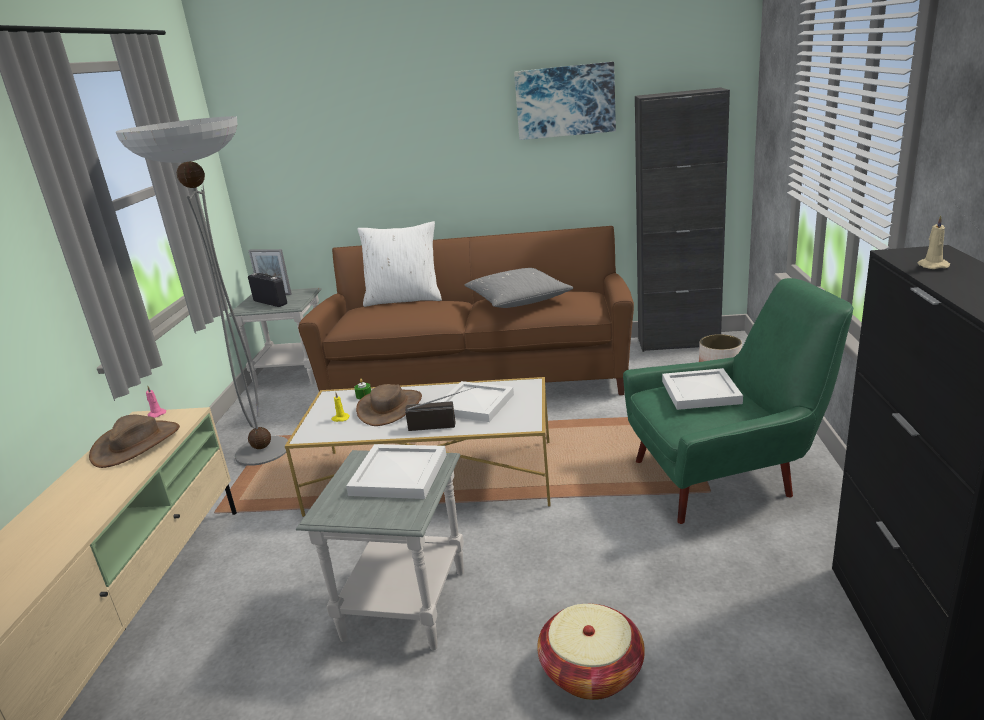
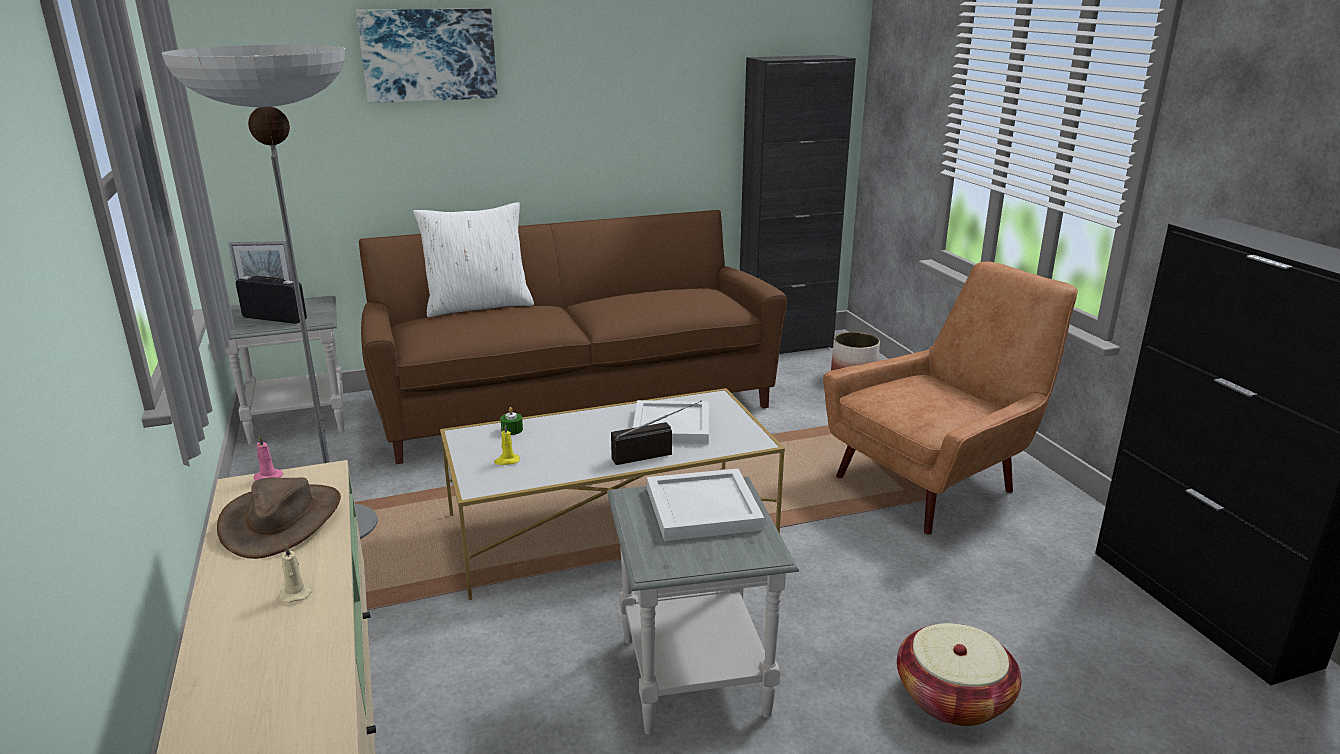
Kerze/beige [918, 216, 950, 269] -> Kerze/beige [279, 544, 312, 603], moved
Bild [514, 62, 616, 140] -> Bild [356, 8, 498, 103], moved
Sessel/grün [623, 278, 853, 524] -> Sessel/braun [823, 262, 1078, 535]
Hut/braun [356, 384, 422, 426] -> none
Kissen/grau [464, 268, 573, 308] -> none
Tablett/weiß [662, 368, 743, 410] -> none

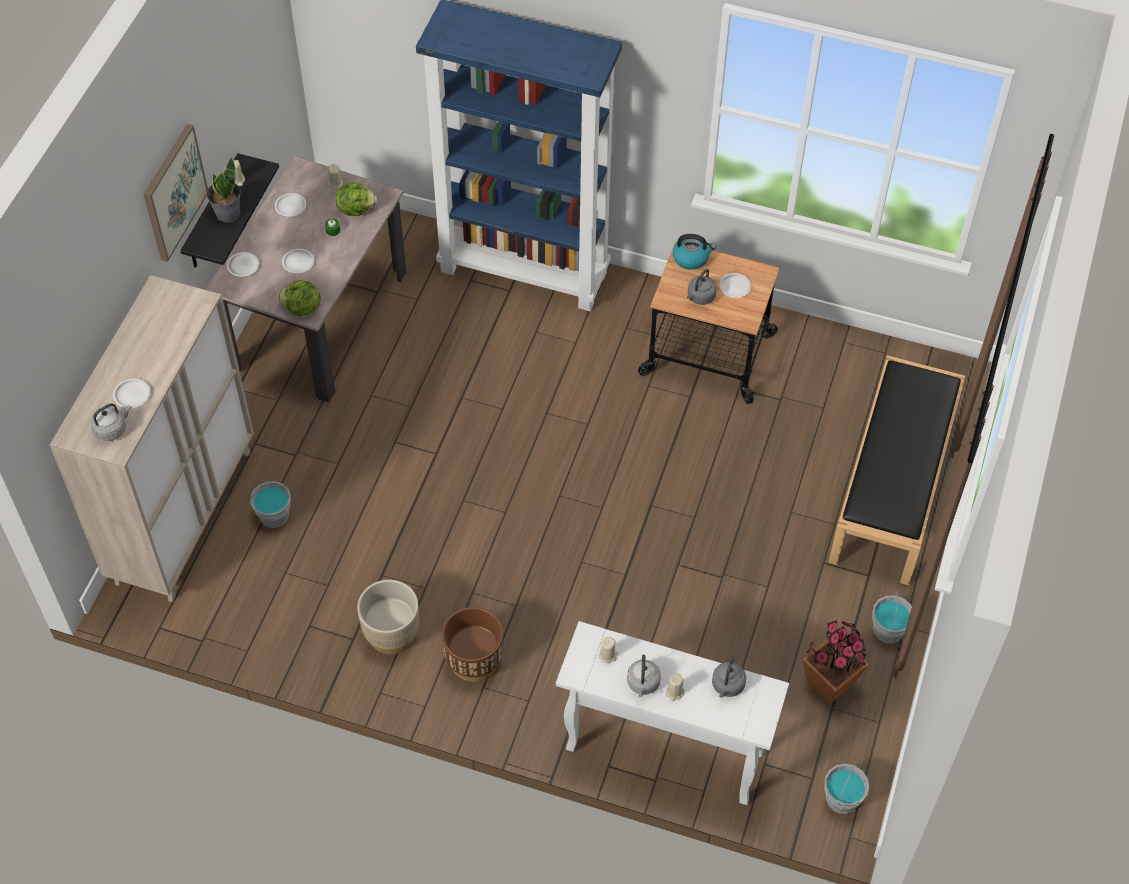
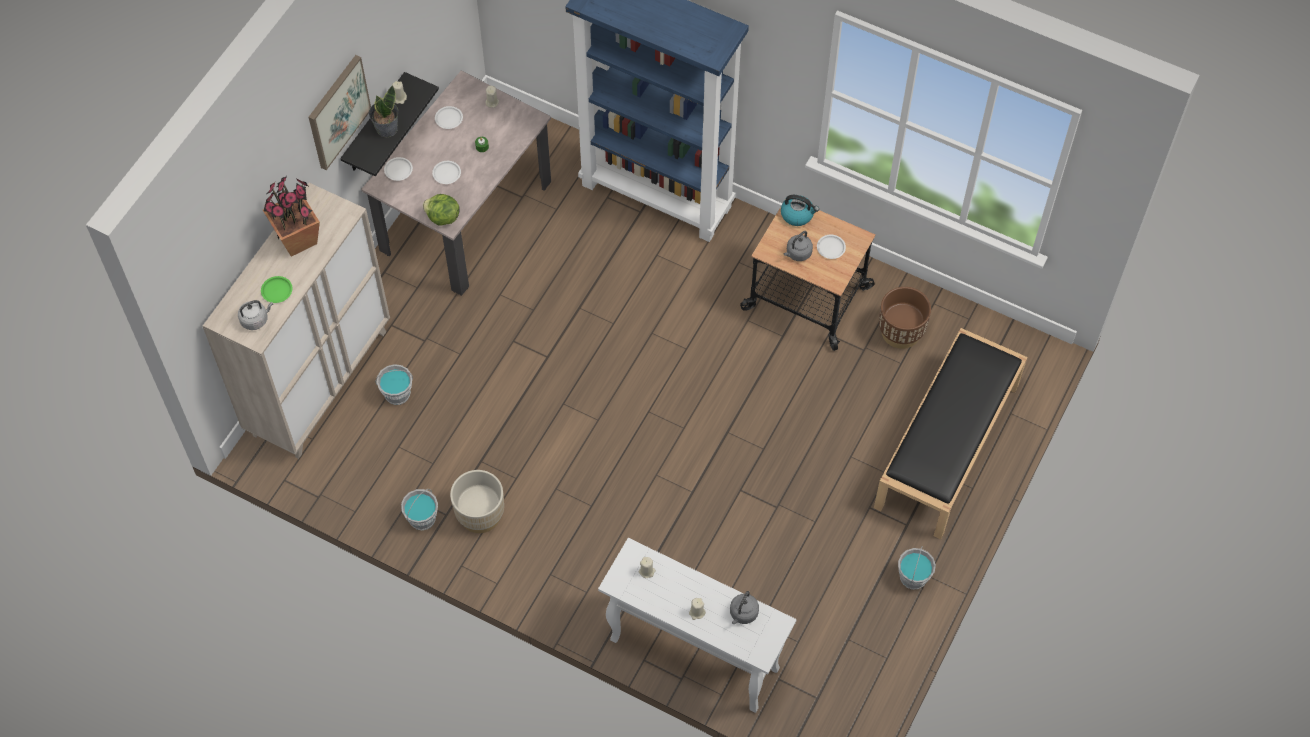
Teller/weiß [113, 378, 150, 408] -> Teller/grün [261, 276, 292, 303]
Topfpflanze [802, 620, 869, 704] -> Topfpflanze [263, 176, 320, 257], moved
Eimer/grau [825, 762, 869, 814] -> Eimer/grau [401, 488, 438, 530], moved
Pflanzkübel/braun [442, 607, 503, 682] -> Pflanzkübel/braun [879, 287, 931, 349], moved
Salatkopf [336, 182, 377, 216] -> none
Wasserkessel/grau [627, 655, 661, 697] -> none

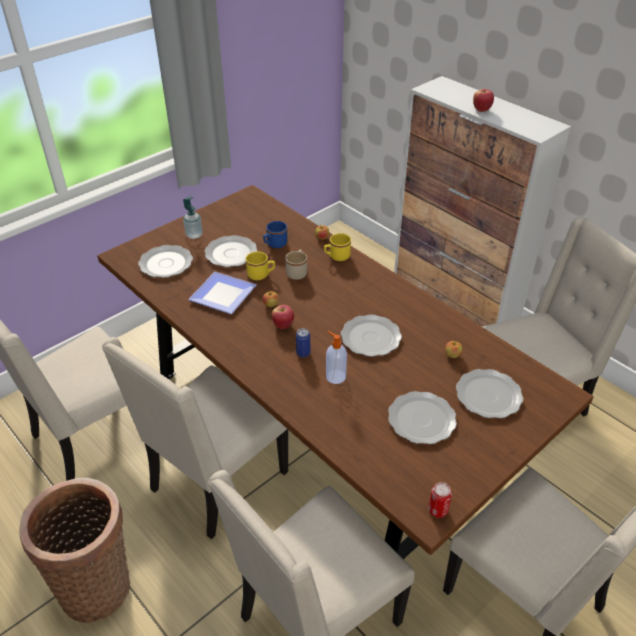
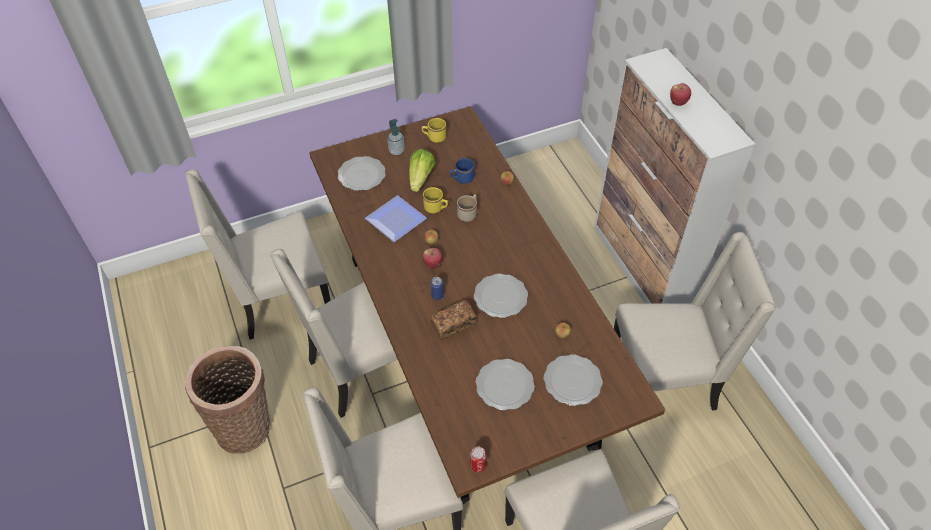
Teller [204, 235, 258, 267] -> Salatkopf [409, 149, 436, 192]
Henkelbecher/gelb [324, 233, 351, 261] -> Henkelbecher/gelb [422, 118, 446, 143], moved
Seifenspender [326, 331, 347, 384] -> Brot [431, 300, 476, 340]

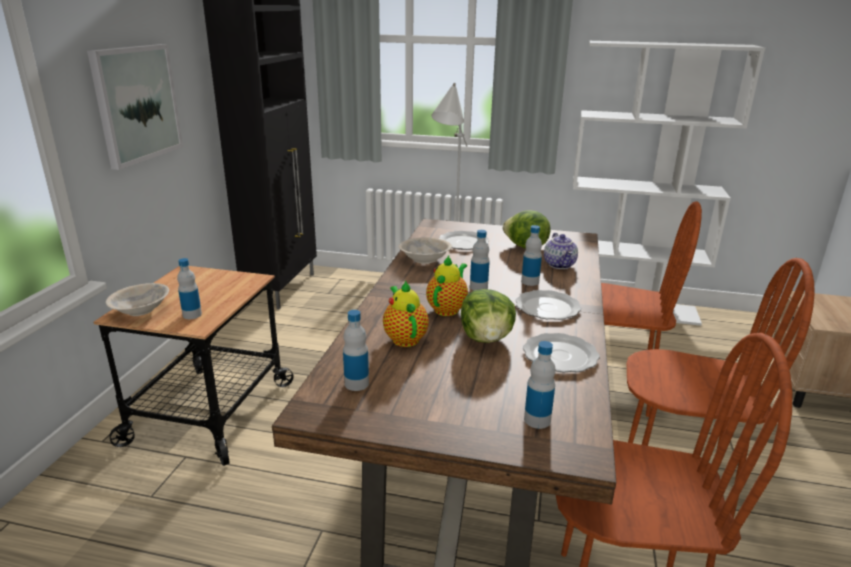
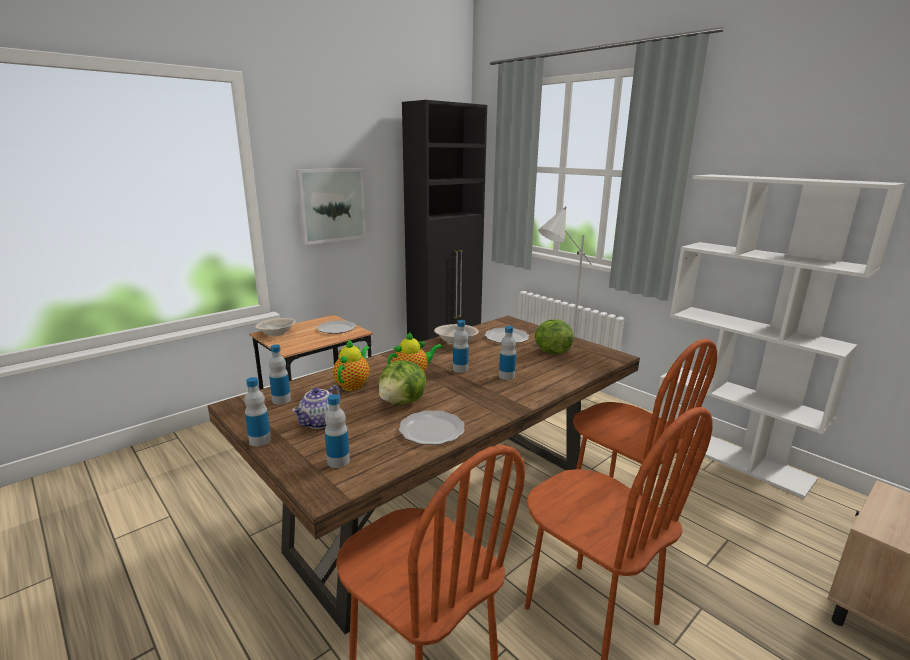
Flasche [177, 258, 202, 319] -> Flasche [244, 377, 271, 447], moved
Teekanne [544, 233, 578, 269] -> Teekanne [292, 385, 341, 429], moved
Teller [515, 290, 581, 320] -> Teller [317, 320, 356, 334], moved

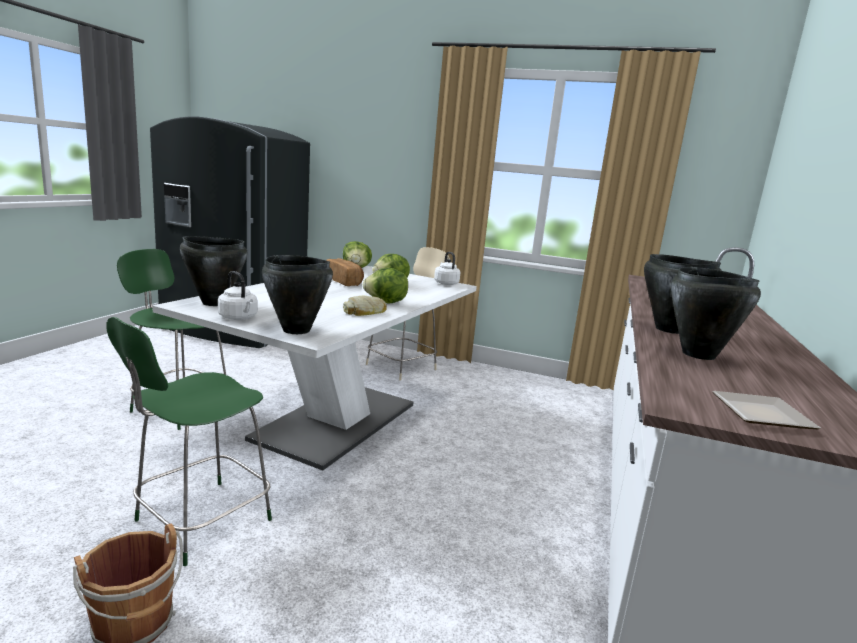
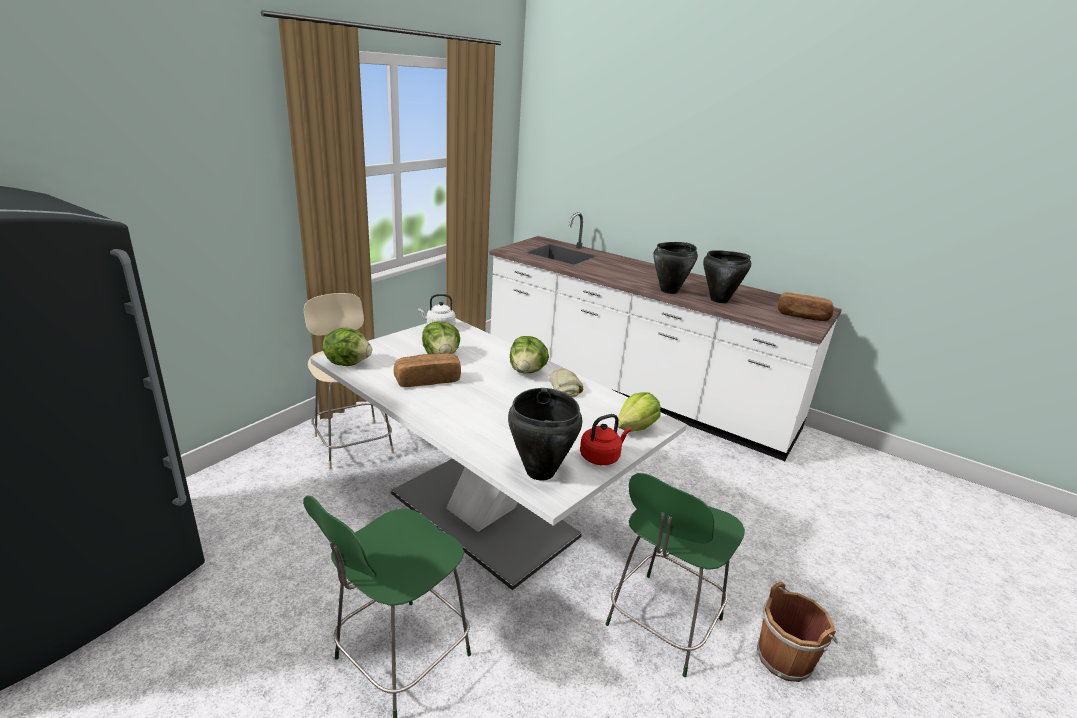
Wasserkessel/weiß [218, 271, 258, 320] -> Wasserkessel/rot [580, 414, 631, 465]
Stuhl/grün [106, 317, 272, 566] -> Stuhl/grün [605, 473, 745, 677], 75 degrees clockwise
Kochtopf/schwarz [262, 255, 333, 334] -> Salatkopf [618, 392, 661, 432]
Teller [712, 391, 820, 429] -> Brot [777, 292, 834, 321]

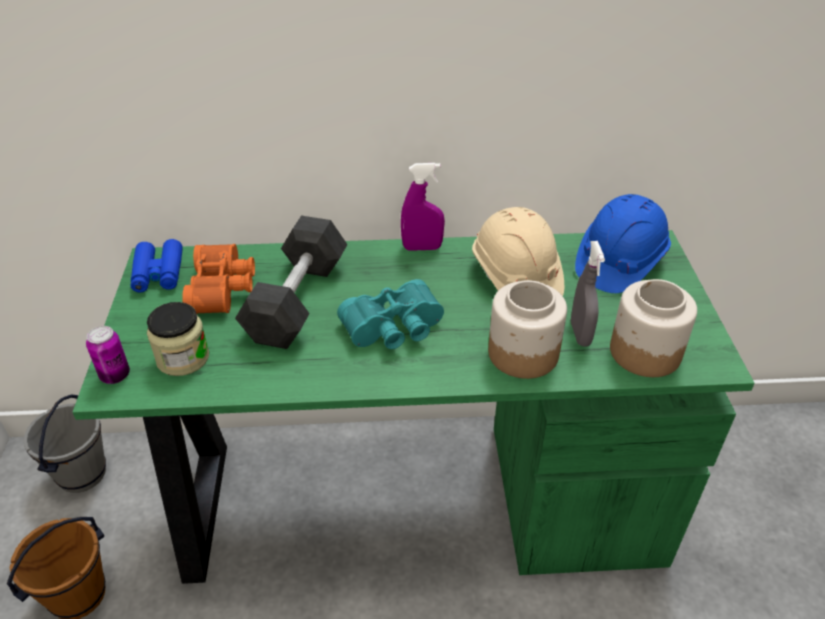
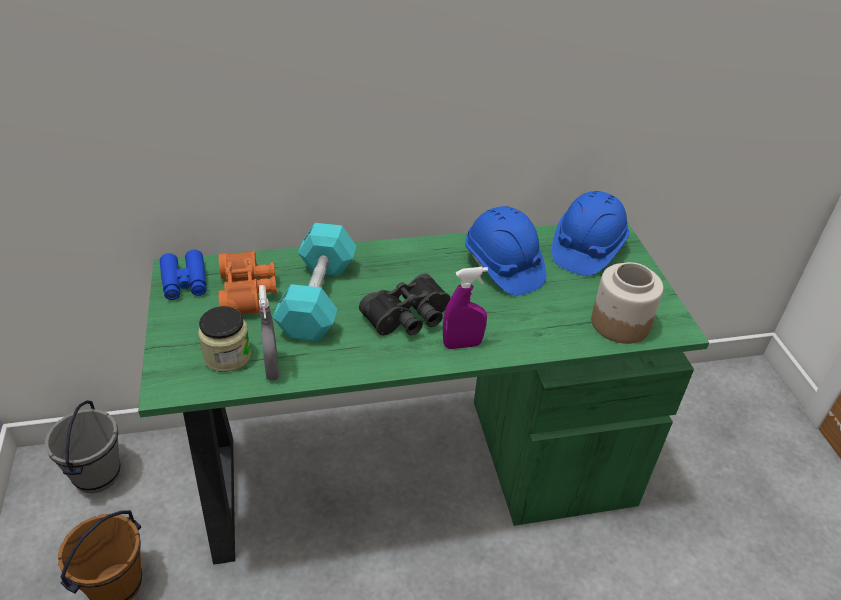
Sprühflasche/grau [571, 241, 605, 347] -> Sprühflasche/grau [259, 285, 279, 381], moved
Hantel/schwarz [235, 216, 347, 349] -> Hantel/türkis [272, 223, 356, 342]
Fernglas/türkis [337, 279, 444, 349] -> Fernglas/schwarz [359, 274, 451, 335]
Sprühflasche/lila [401, 163, 445, 251] -> Sprühflasche/lila [443, 267, 488, 349], moved
Schutzhelm/beige [472, 207, 564, 296] -> Schutzhelm/blau [465, 206, 547, 295]
Dose [86, 326, 130, 384] -> none
Vorratsglas [488, 280, 567, 379] -> none

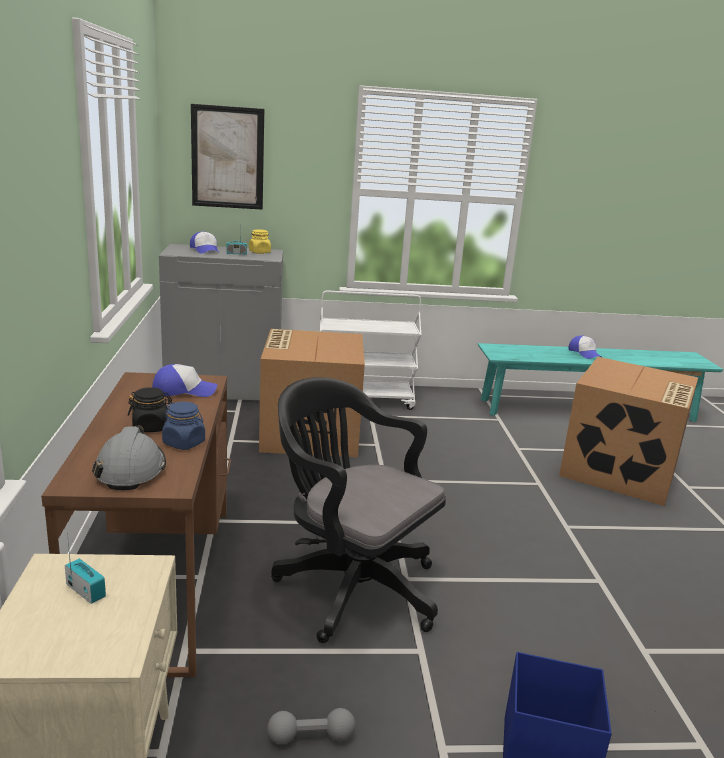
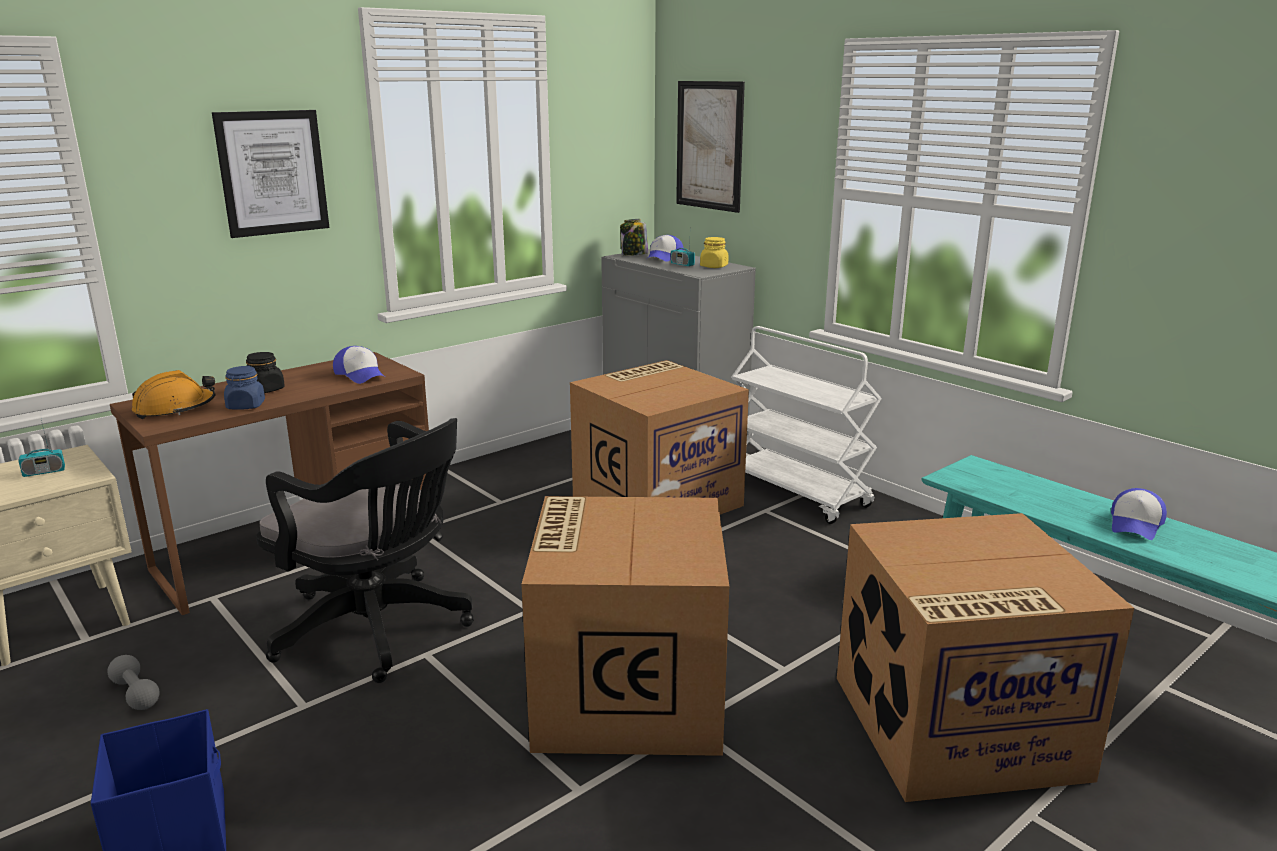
Radio [65, 533, 106, 604] -> Radio [18, 420, 65, 477], 60 degrees clockwise
Schutzhelm/grau [92, 425, 166, 490] -> Schutzhelm/orange [132, 370, 216, 419]
none -> Bild [212, 110, 329, 238]
Bürostuhl/schwarz [271, 377, 446, 643] -> Bürostuhl/schwarz [256, 418, 474, 683], 120 degrees clockwise
none -> Karton [521, 496, 729, 756]
none -> Vorratsglas [620, 219, 648, 256]

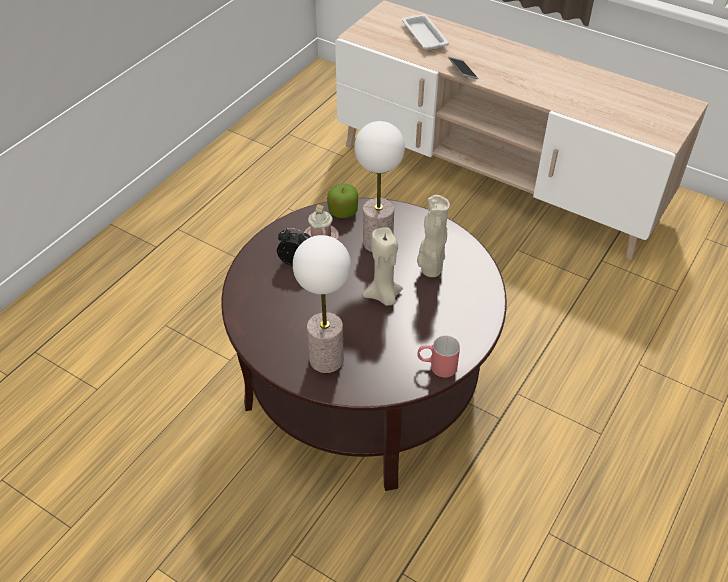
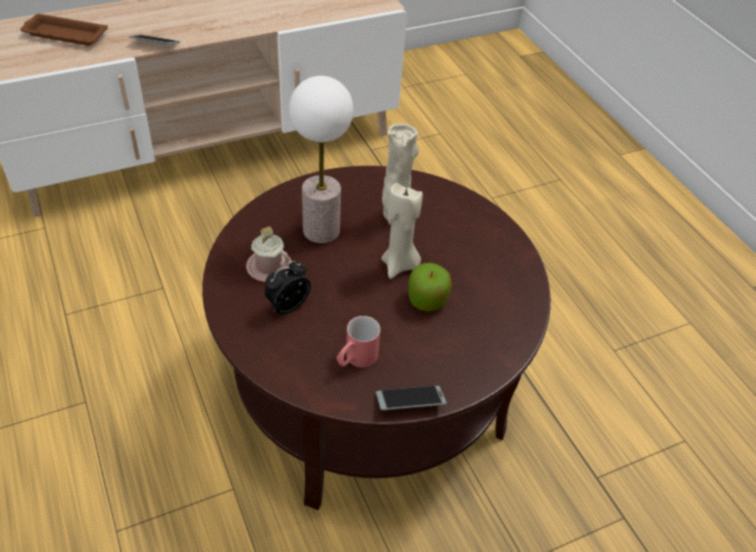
Tablett/weiß [402, 14, 449, 50] -> Tablett/braun [20, 14, 108, 46]
Henkelbecher/rot [417, 336, 460, 377] -> Henkelbecher/rot [337, 316, 380, 367], moved
none -> Handy [376, 386, 447, 410]
Apfel [327, 184, 358, 218] -> Apfel [408, 263, 452, 312], moved
Tischlampe [293, 235, 351, 373] -> none

